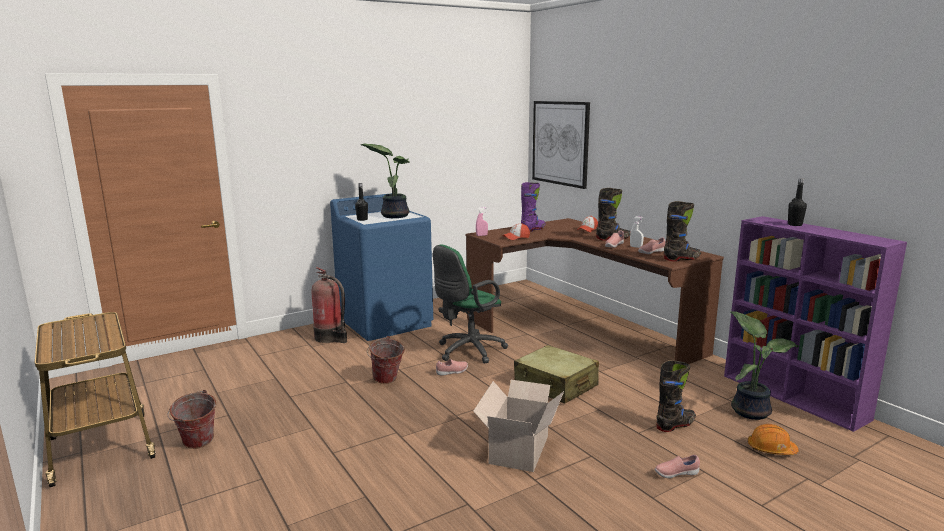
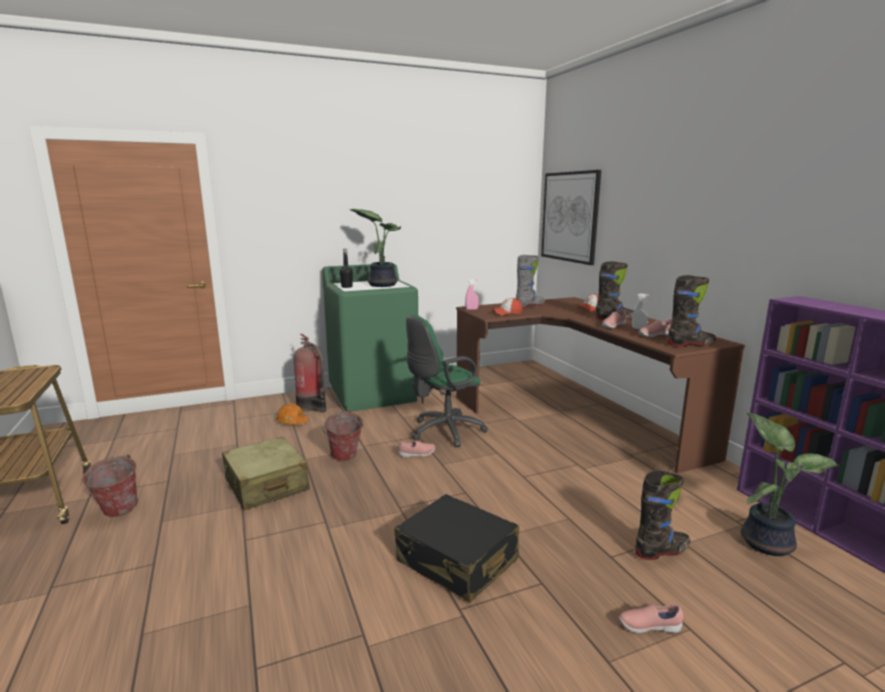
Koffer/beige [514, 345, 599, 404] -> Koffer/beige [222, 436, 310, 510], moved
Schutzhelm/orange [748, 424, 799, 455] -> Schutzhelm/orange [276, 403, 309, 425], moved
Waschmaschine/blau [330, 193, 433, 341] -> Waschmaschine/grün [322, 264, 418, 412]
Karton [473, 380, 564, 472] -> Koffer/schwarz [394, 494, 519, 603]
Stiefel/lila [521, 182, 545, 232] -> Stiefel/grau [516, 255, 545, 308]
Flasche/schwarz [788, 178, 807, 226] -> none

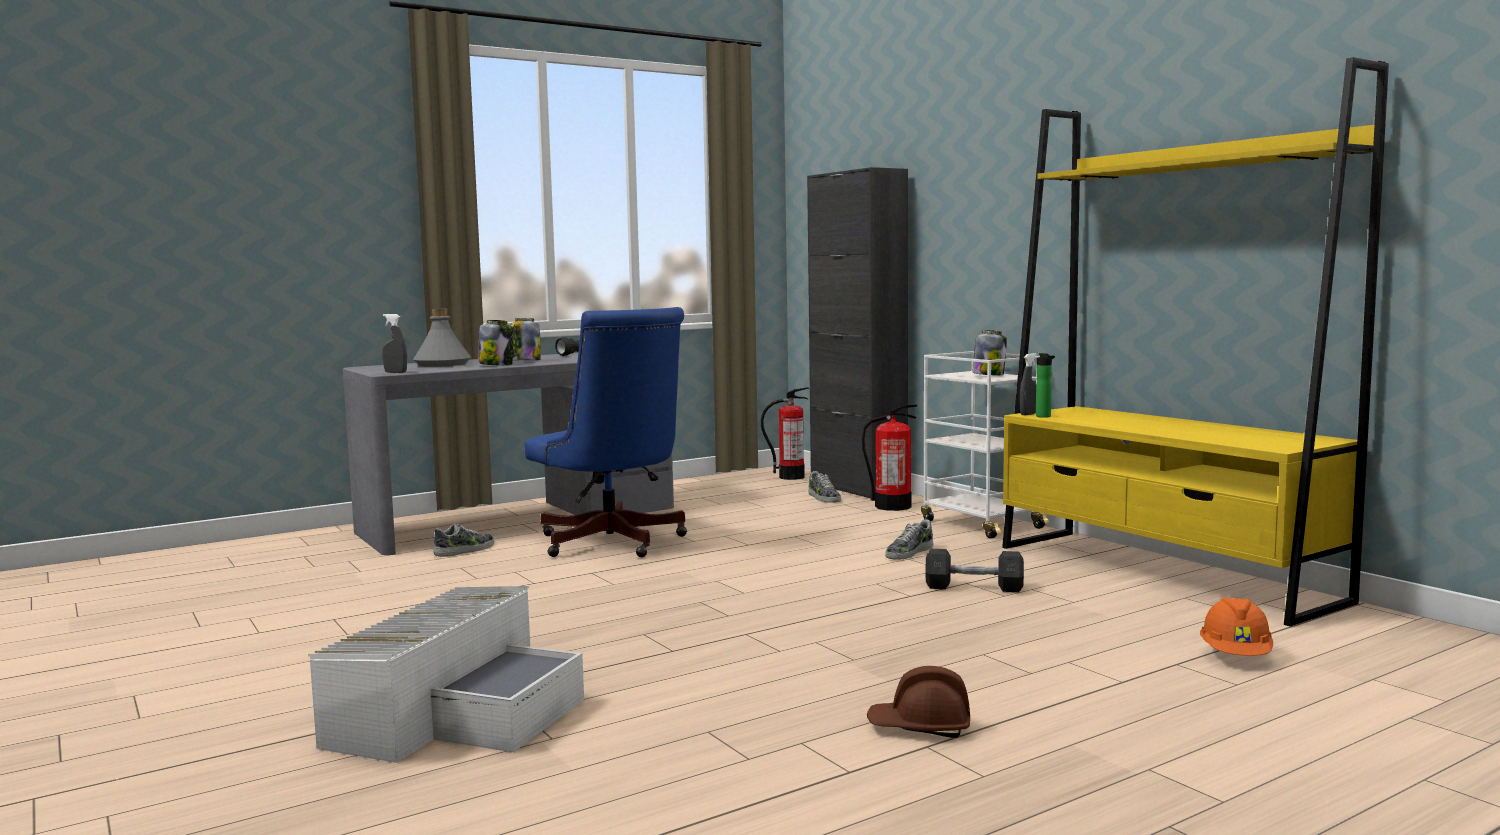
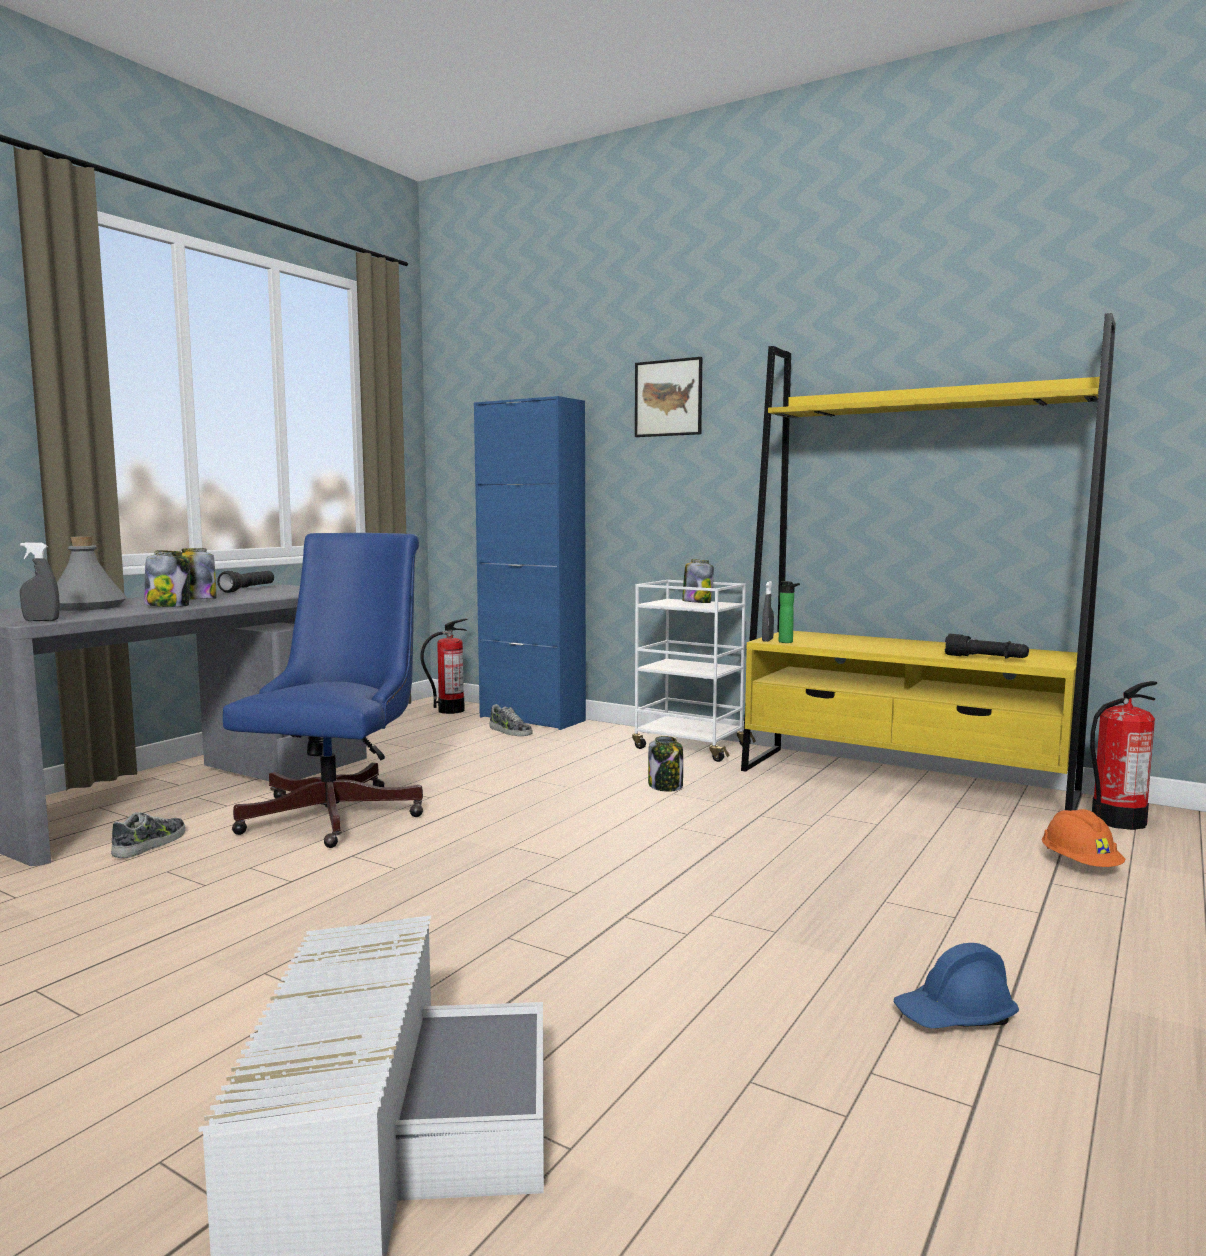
Bürostuhl/blau [524, 307, 687, 557] -> Bürostuhl/blau [223, 533, 423, 848], 105 degrees counterclockwise
Schrank/schwarz [807, 167, 908, 500] -> Schrank/blau [474, 396, 586, 730]
none -> Bild [635, 357, 702, 437]
Schuh [885, 519, 933, 560] -> Vorratsglas [648, 736, 683, 792]
Schutzhelm/braun [867, 666, 970, 738] -> Schutzhelm/blau [894, 943, 1019, 1028]
none -> Taschenlampe/schwarz [945, 634, 1029, 659]
Feuerlöscher [862, 404, 917, 511] -> Feuerlöscher [1090, 681, 1157, 830], moved
Hantel/grau [925, 549, 1024, 592] -> none

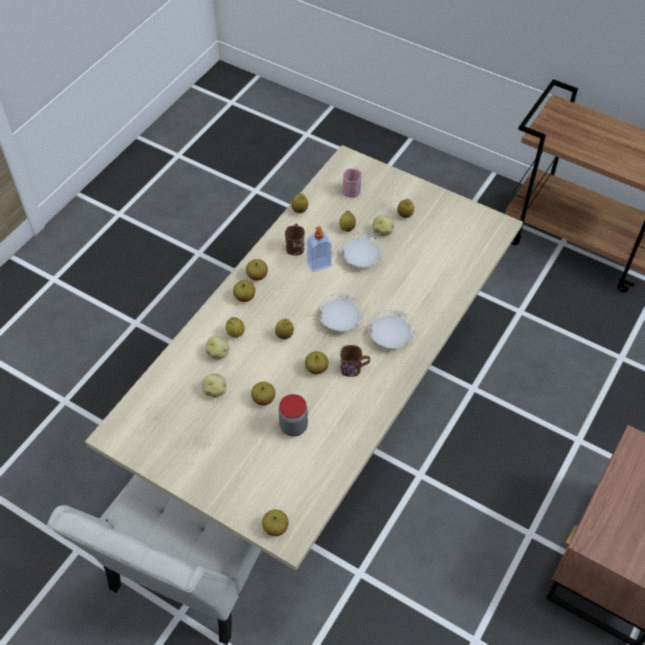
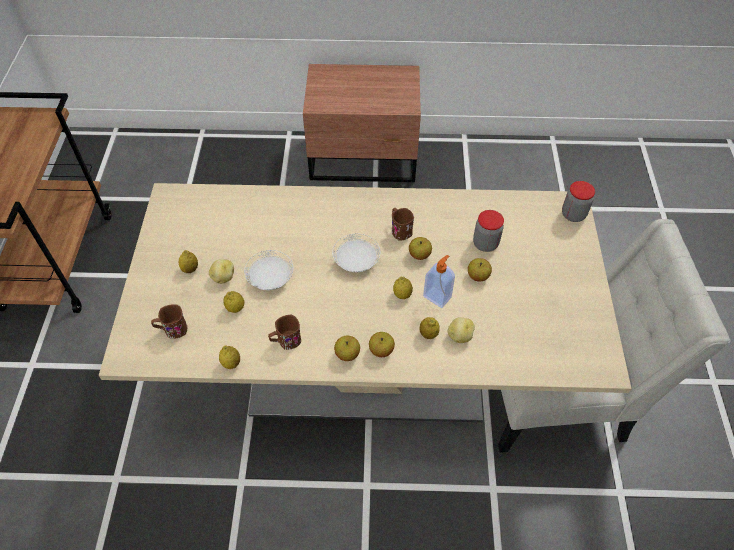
Henkelbecher/rosa [343, 168, 362, 198] -> Henkelbecher/braun [151, 304, 187, 339]
Seifenspender [307, 226, 332, 272] -> Seifenspender [423, 255, 455, 308], moved
Apfel [262, 510, 289, 536] -> Vorratsglas [562, 181, 595, 222]
Kartoffel [202, 373, 227, 398] -> none
Teller/weiß [368, 310, 415, 349] -> none

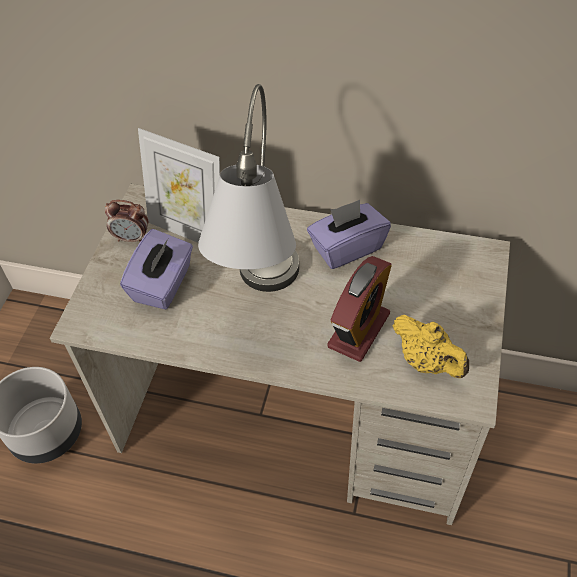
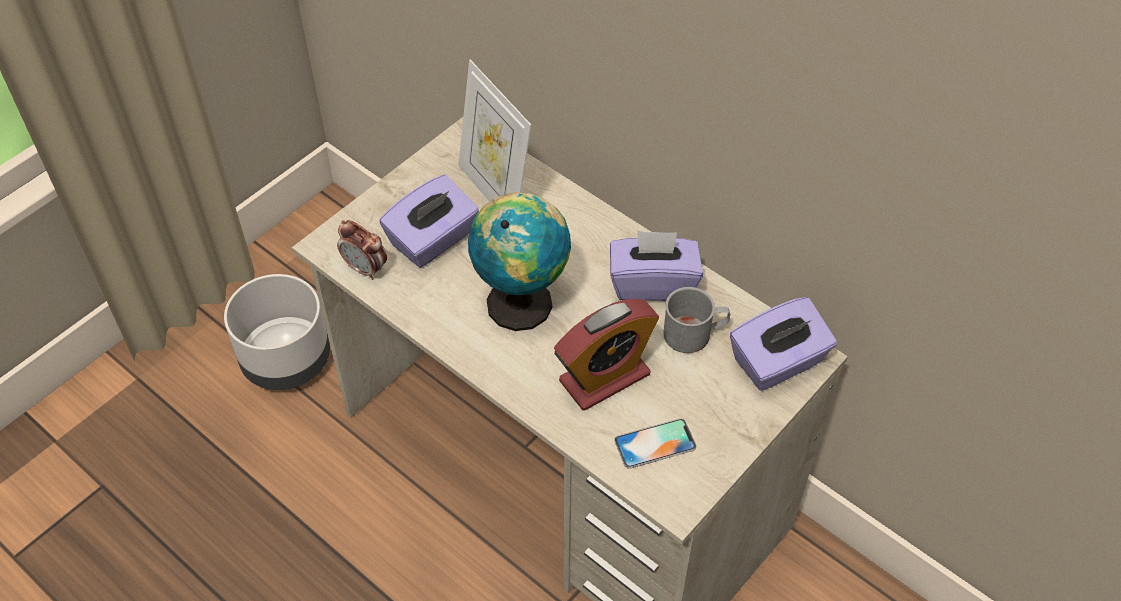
Wecker [105, 200, 148, 242] -> Wecker [337, 220, 387, 280], moved
Tischlampe/grau [198, 84, 299, 292] -> Globus [468, 192, 571, 331]
Teekanne/gelb [392, 315, 469, 378] -> Handy [615, 419, 696, 469]
none -> Henkelbecher/grau [663, 287, 730, 353]
none -> Taschentuchbox/lila [730, 297, 837, 391]

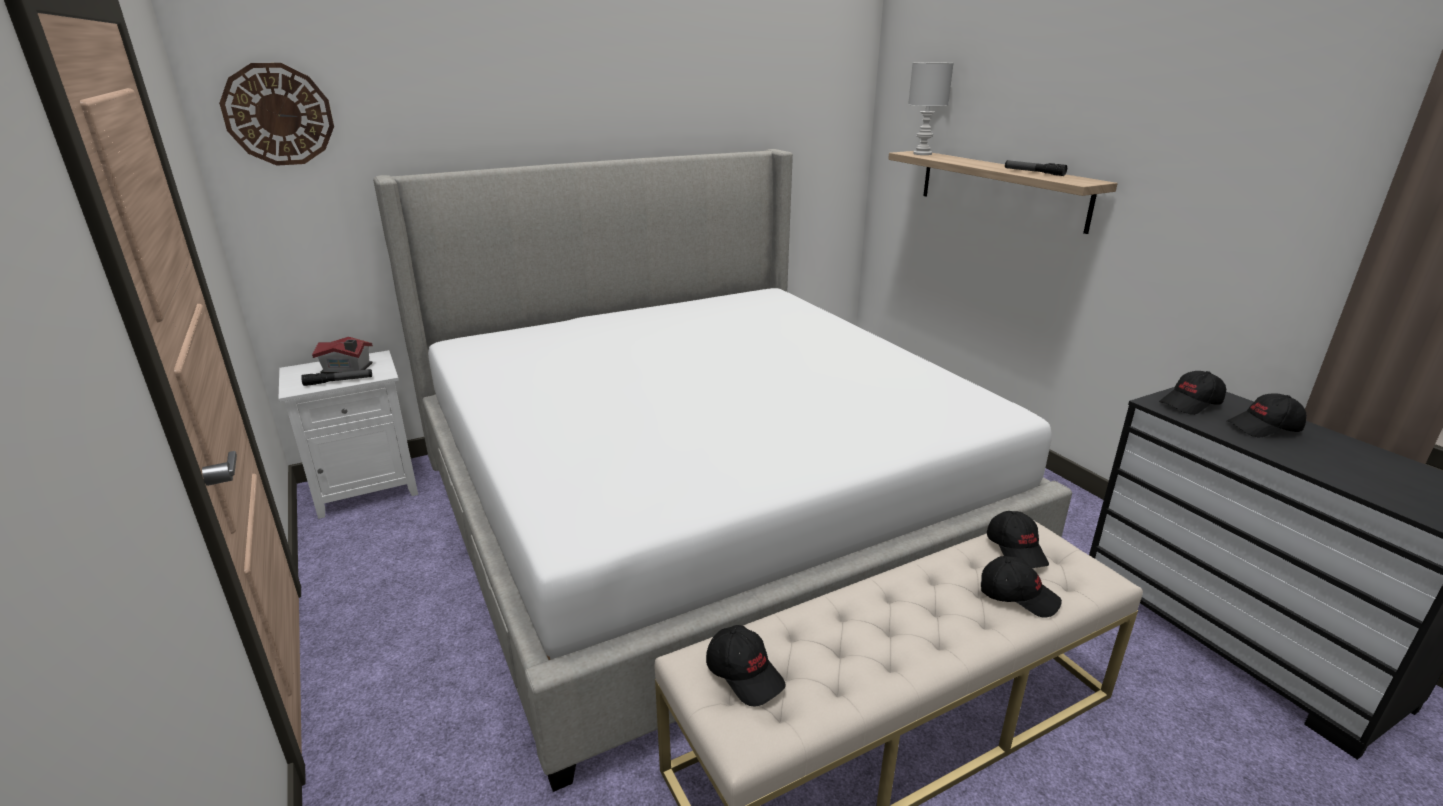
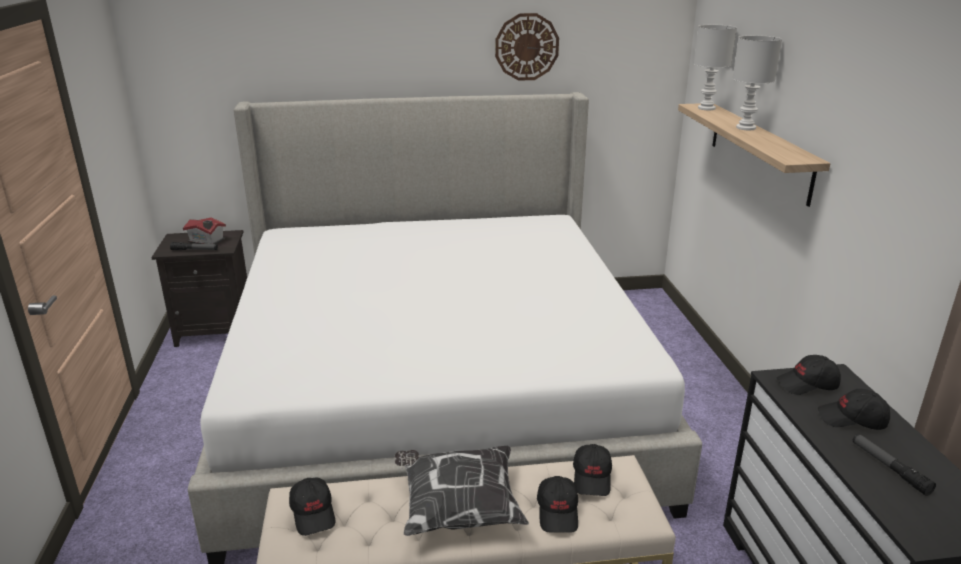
Nachttisch/weiß [278, 350, 418, 519] -> Nachttisch/schwarz [151, 230, 247, 347]
none -> Kissen [395, 446, 529, 536]
Wanduhr [219, 63, 334, 166] -> Wanduhr [495, 13, 559, 81], moved
Kappe/schwarz [981, 556, 1062, 618] -> Kappe/schwarz [537, 476, 578, 533], 45 degrees clockwise
none -> Tischlampe/weiß [732, 35, 782, 130]
Taschenlampe [1005, 160, 1067, 176] -> Taschenlampe [853, 434, 936, 496], moved

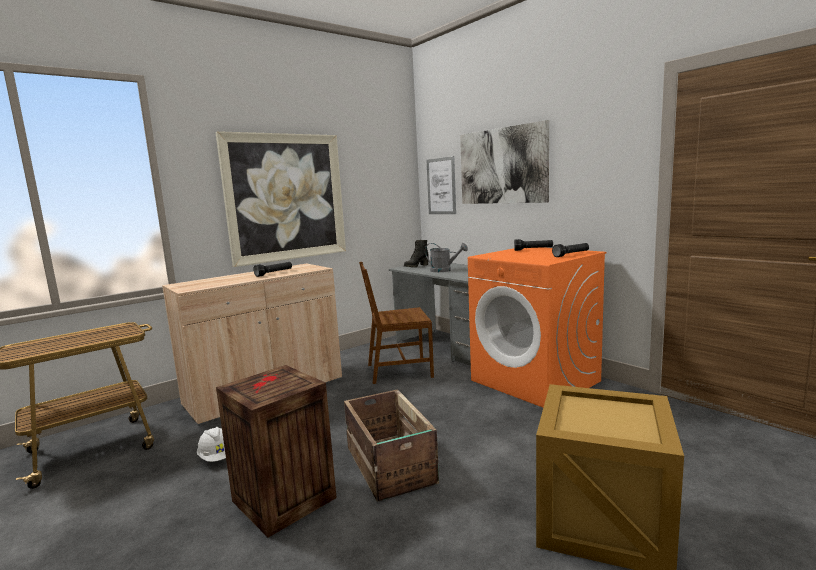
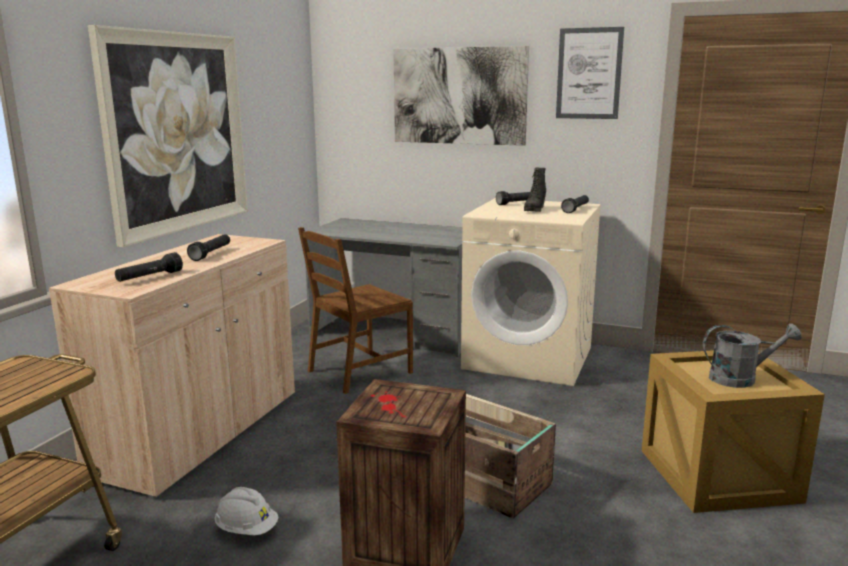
none -> Taschenlampe/schwarz [115, 252, 183, 282]
Waschmaschine/orange [468, 247, 607, 407] -> Waschmaschine/beige [461, 198, 601, 386]
Stiefel/schwarz [404, 240, 429, 267] -> Stiefel/schwarz [524, 167, 546, 212], moved
Bild [426, 156, 456, 214] -> Bild [556, 27, 624, 119], moved
Gießkanne/grau [425, 243, 468, 272] -> Gießkanne/grau [703, 323, 802, 388], moved

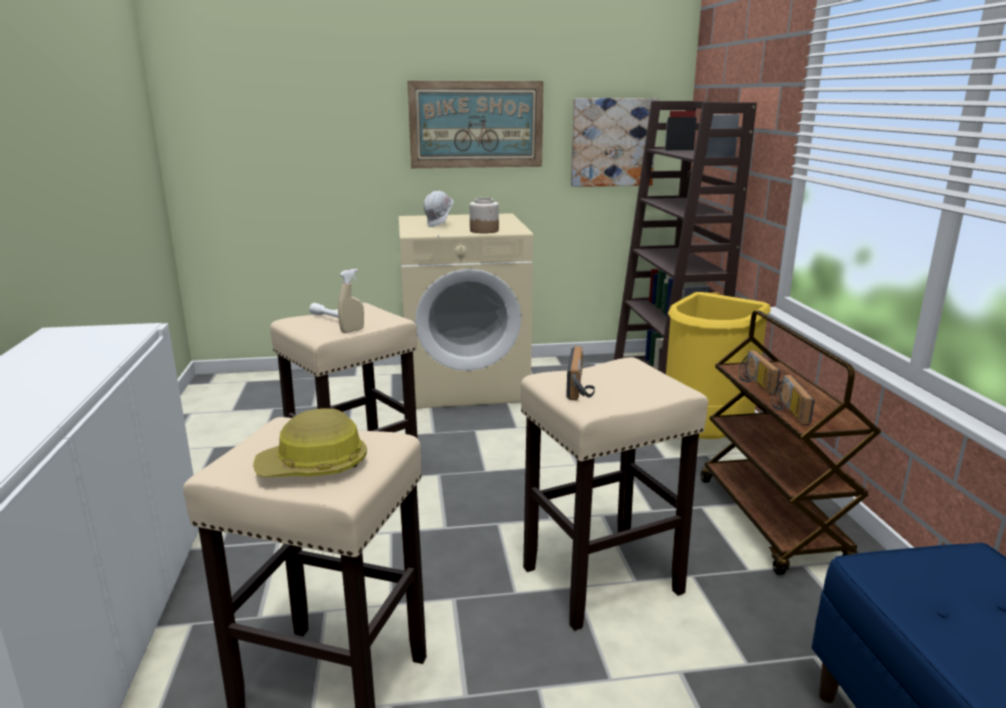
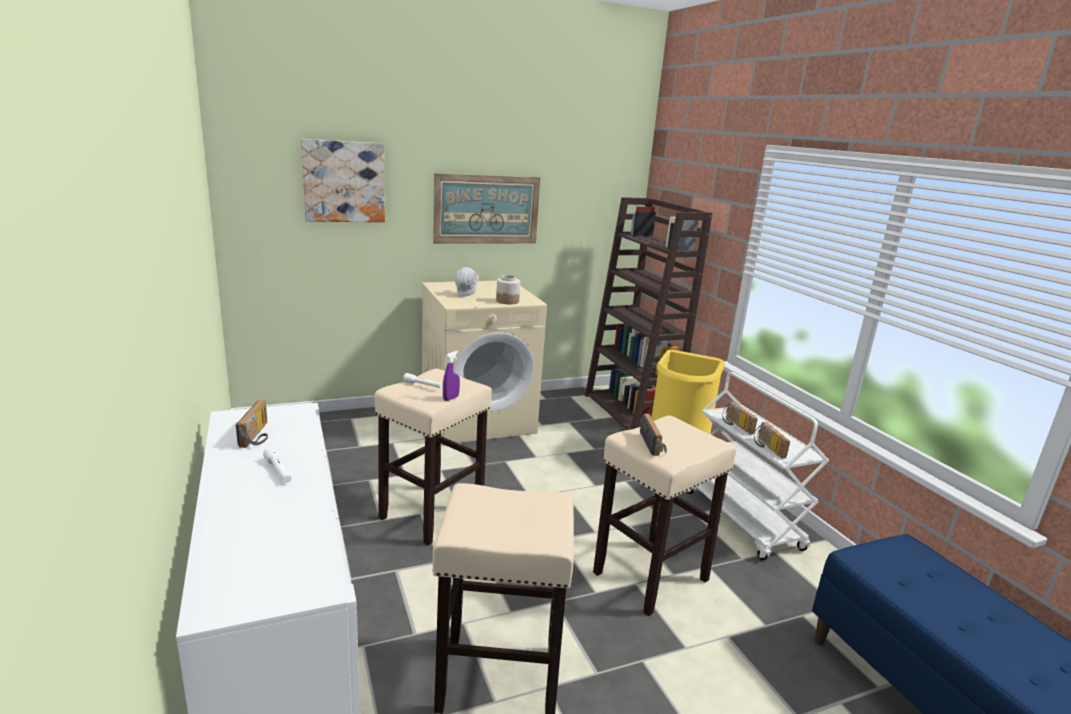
none -> Radio [236, 400, 268, 448]
none -> Taschenlampe/weiß [263, 447, 291, 483]
Bild [571, 98, 658, 187] -> Bild [301, 139, 385, 222], moved
Sprühflasche/beige [338, 269, 364, 333] -> Sprühflasche/lila [443, 351, 460, 401]
Rollwagen/braun [701, 310, 881, 575] -> Rollwagen/weiß [686, 372, 829, 560]
Schutzhelm [253, 408, 367, 477] -> none

